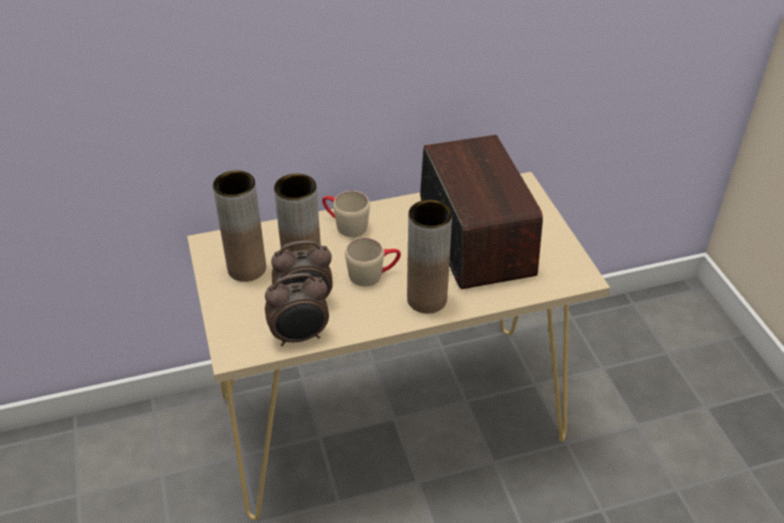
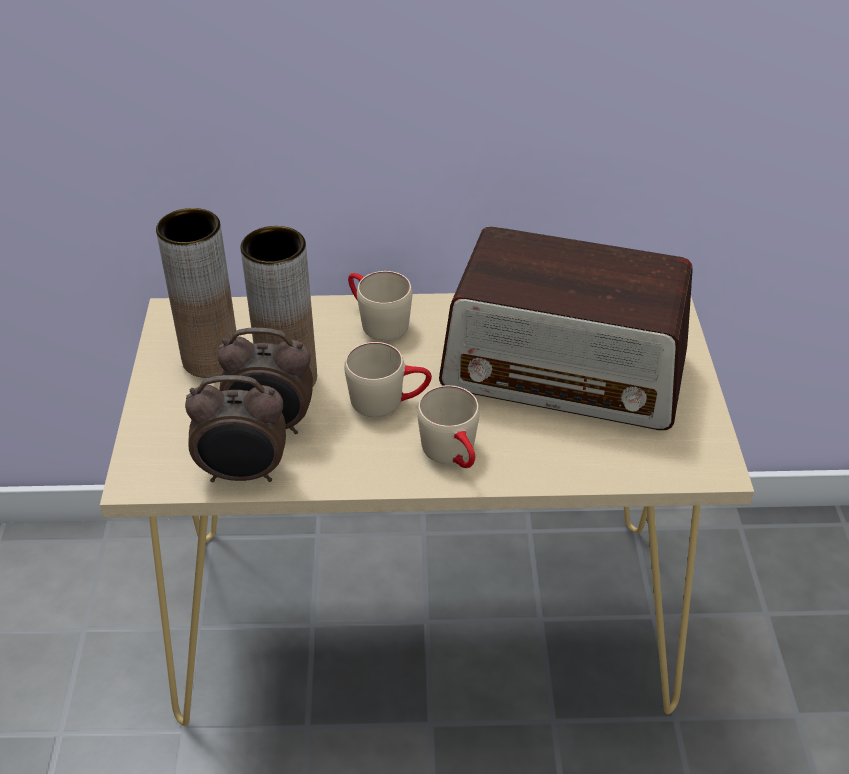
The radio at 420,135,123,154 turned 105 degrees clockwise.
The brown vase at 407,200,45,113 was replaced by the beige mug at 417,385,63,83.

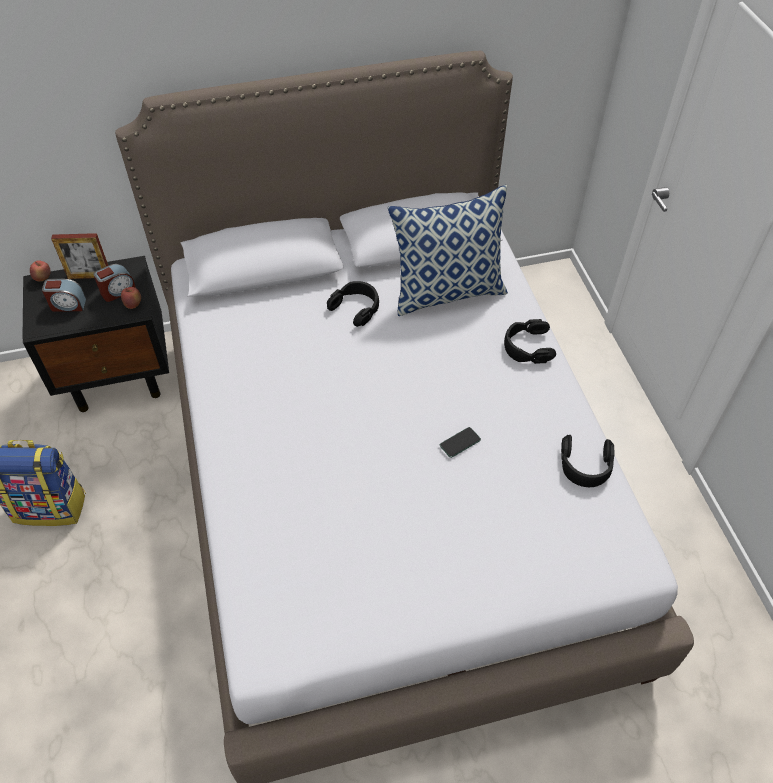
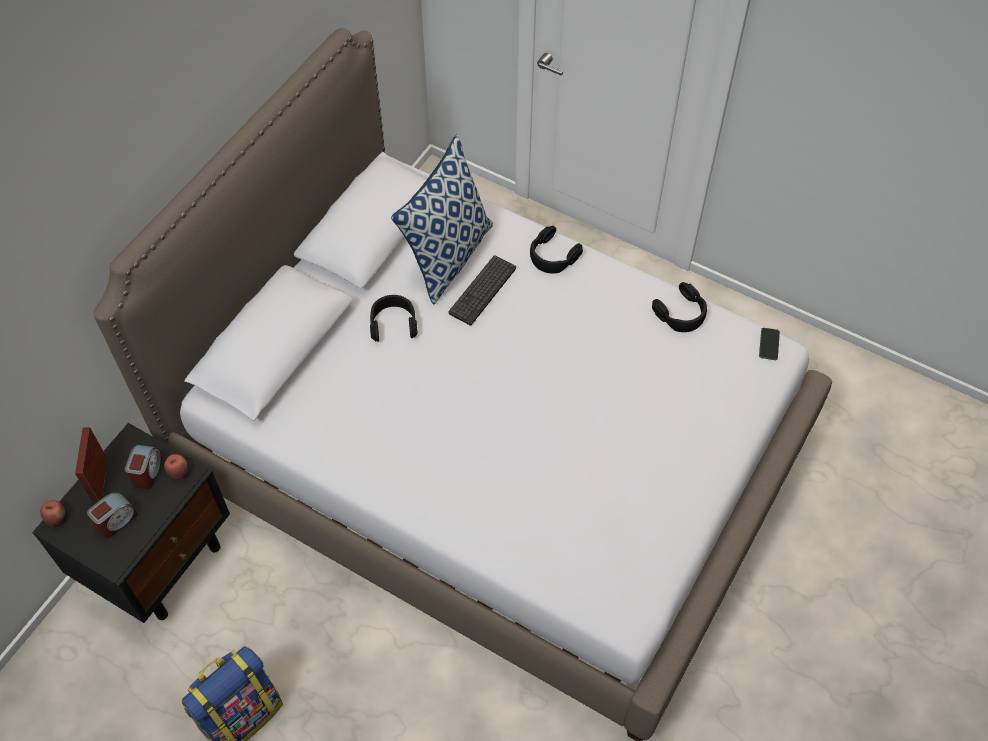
The picture frame at 51,233,57,46 turned 135 degrees clockwise.
The phone moved from 440,427,41,31 to 759,328,21,32.
The keyboard at 449,255,67,70 appeared.

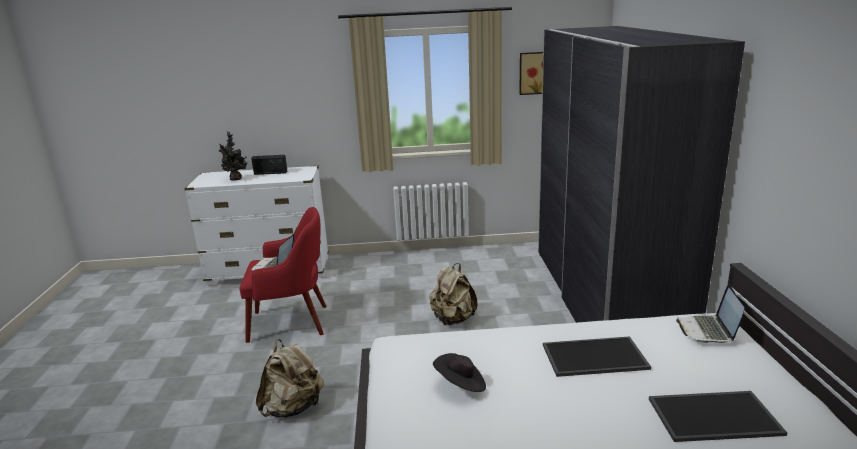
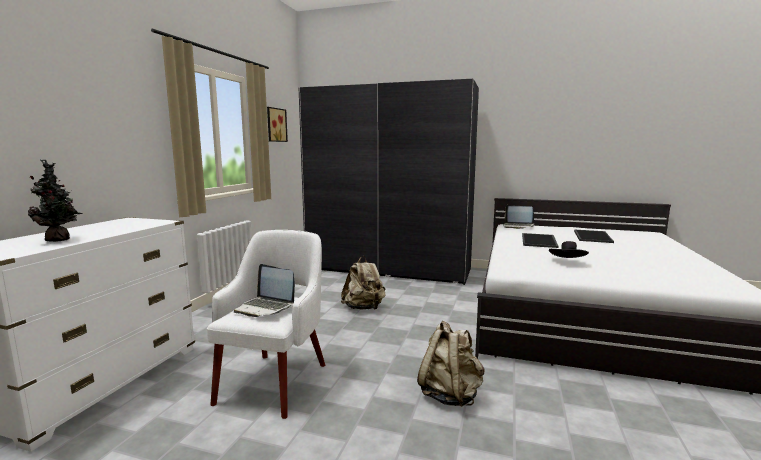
The radio at 251,155,36,20 disappeared.
The red armchair at 239,207,88,136 became the white armchair at 207,230,118,189.

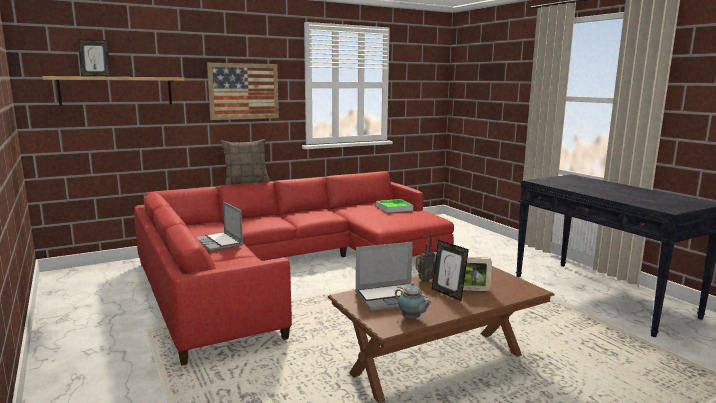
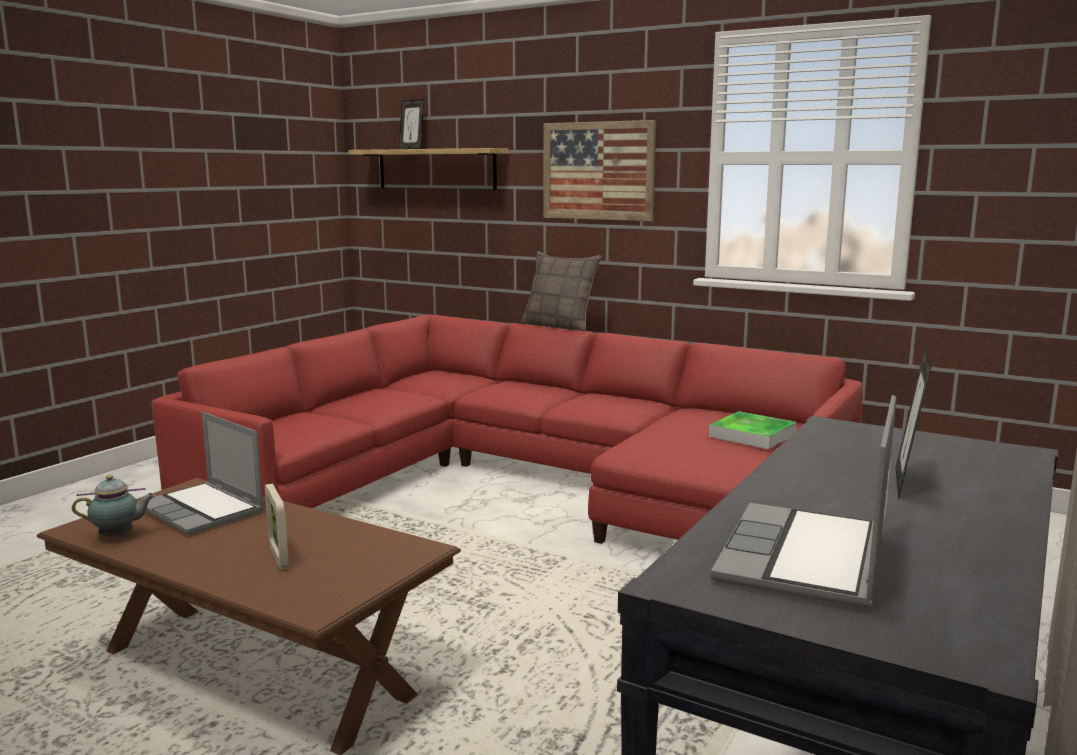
The laptop moved from 196,202,47,49 to 711,395,185,215.
The radio at 416,234,20,48 disappeared.
The picture frame moved from 432,240,37,61 to 896,348,35,151.
The teapot at 395,282,37,37 turned 120 degrees counterclockwise.

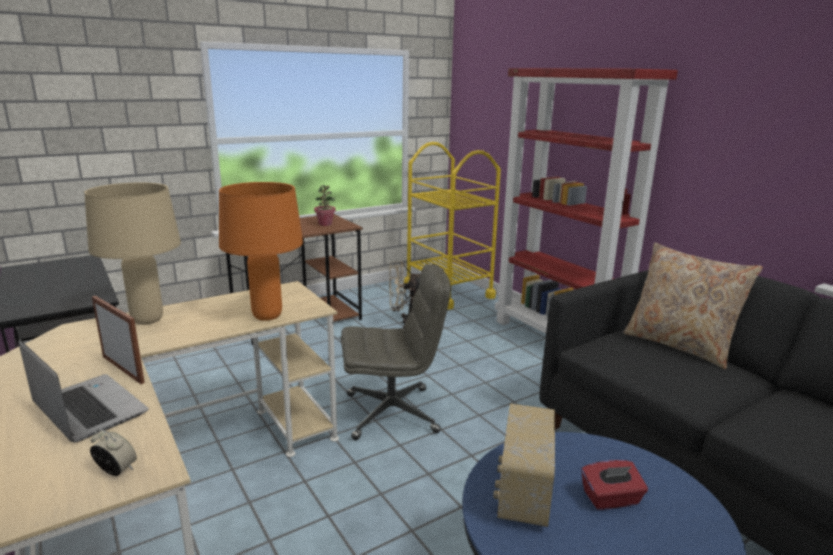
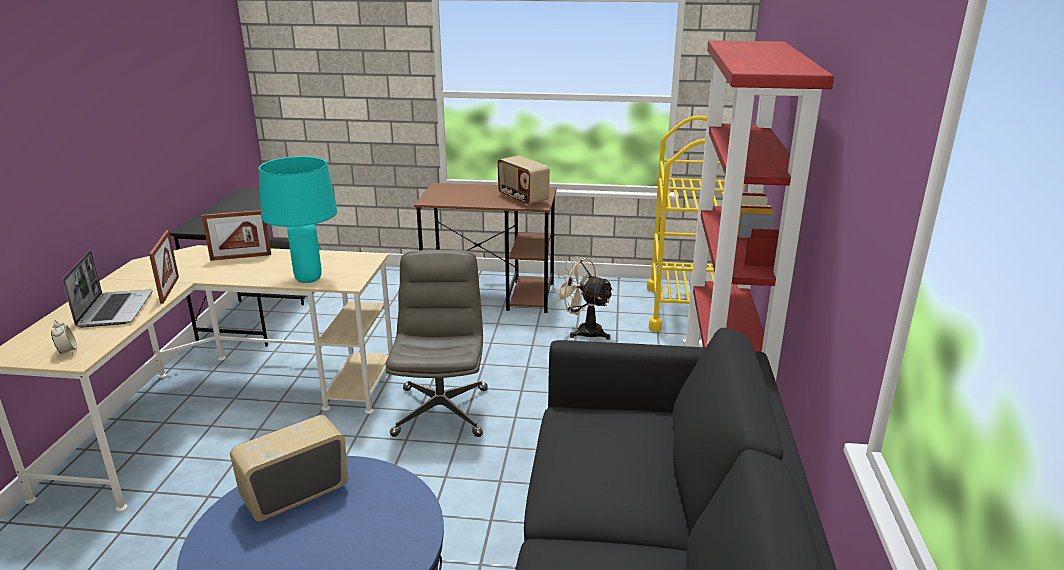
The orange table lamp at 219,182,84,139 became the turquoise table lamp at 259,156,78,127.
The beige table lamp at 84,183,97,142 was replaced by the picture frame at 202,210,69,51.
The potted plant at 314,185,22,41 was replaced by the radio at 497,156,53,49.
The beige pillow at 623,243,140,126 disappeared.
The grey office chair at 341,264,110,176 turned 120 degrees counterclockwise.
The red tissue box at 581,460,67,50 disappeared.

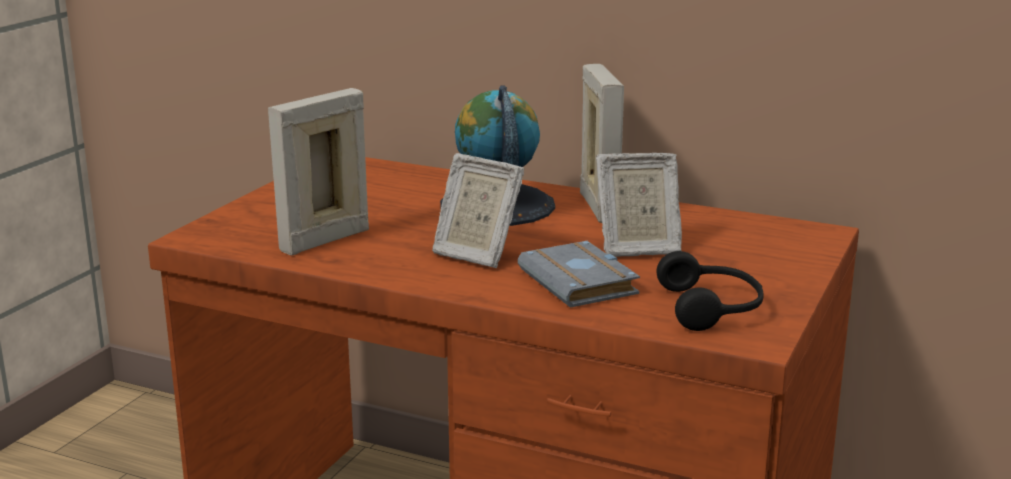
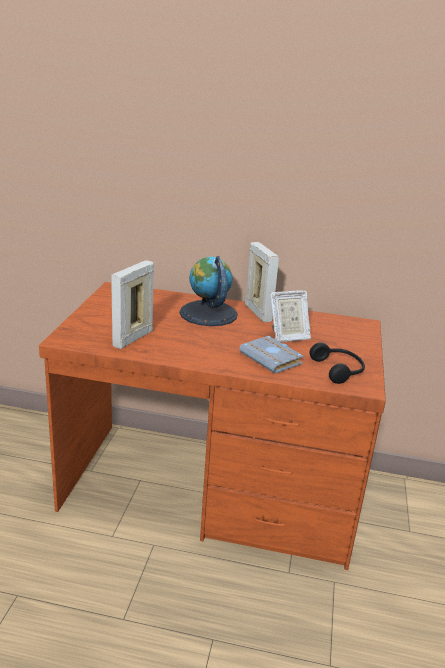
The picture frame at 432,153,93,115 disappeared.

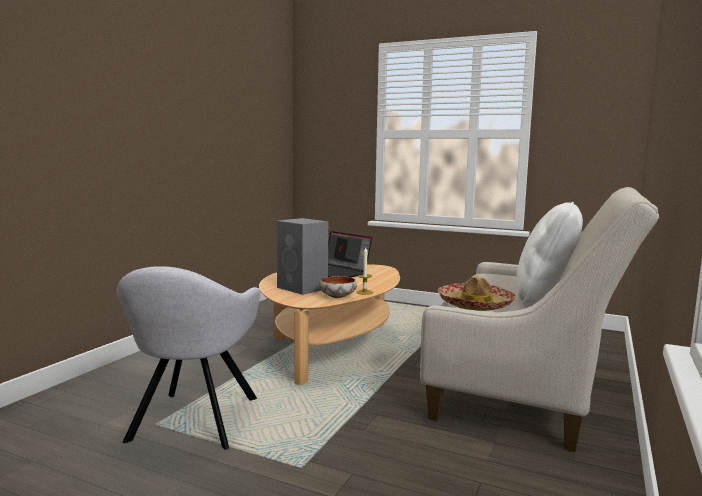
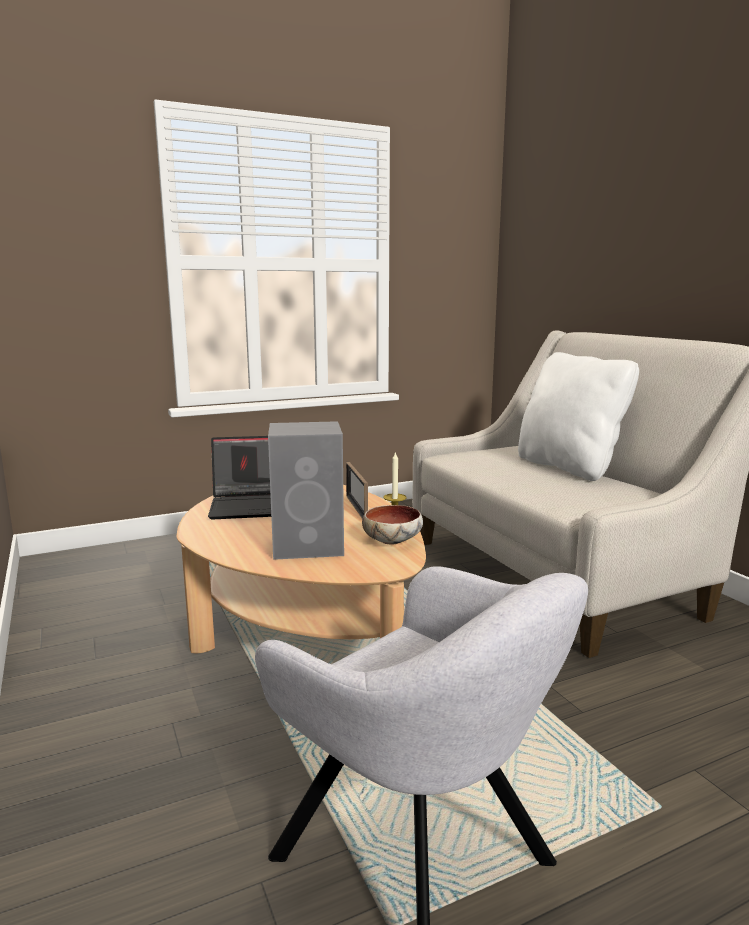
The hat at 438,276,78,35 disappeared.
The picture frame at 346,462,22,57 appeared.

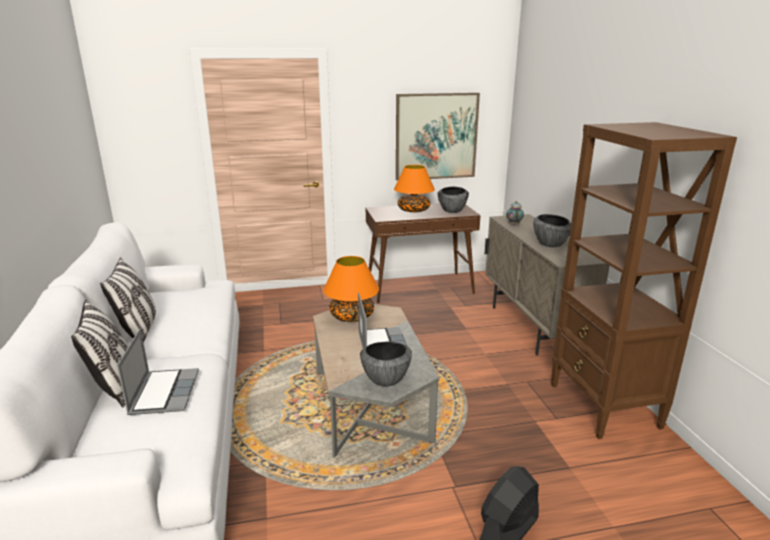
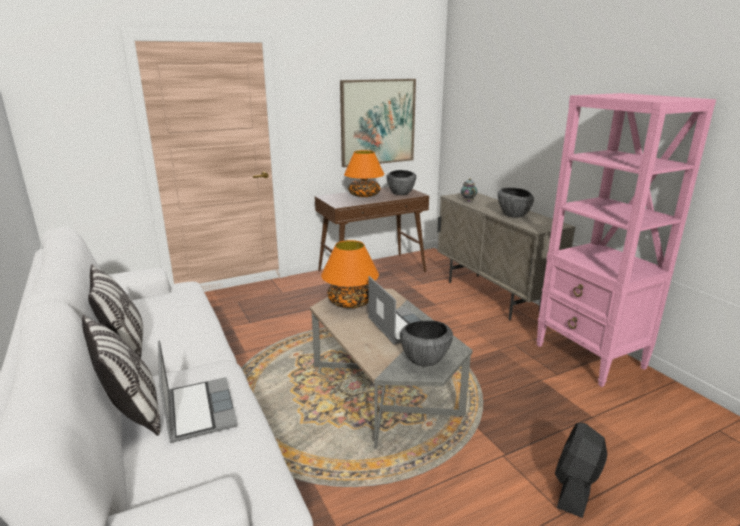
The brown bookcase at 551,122,186,317 became the pink bookcase at 536,93,180,294.

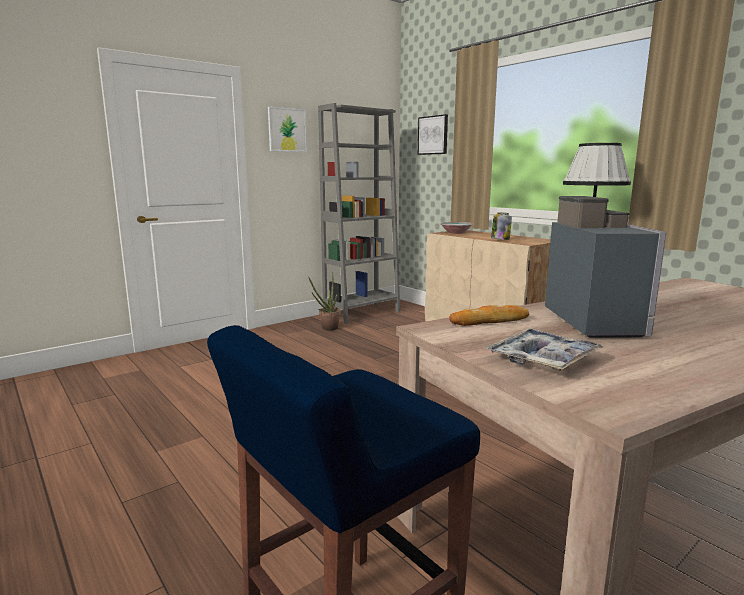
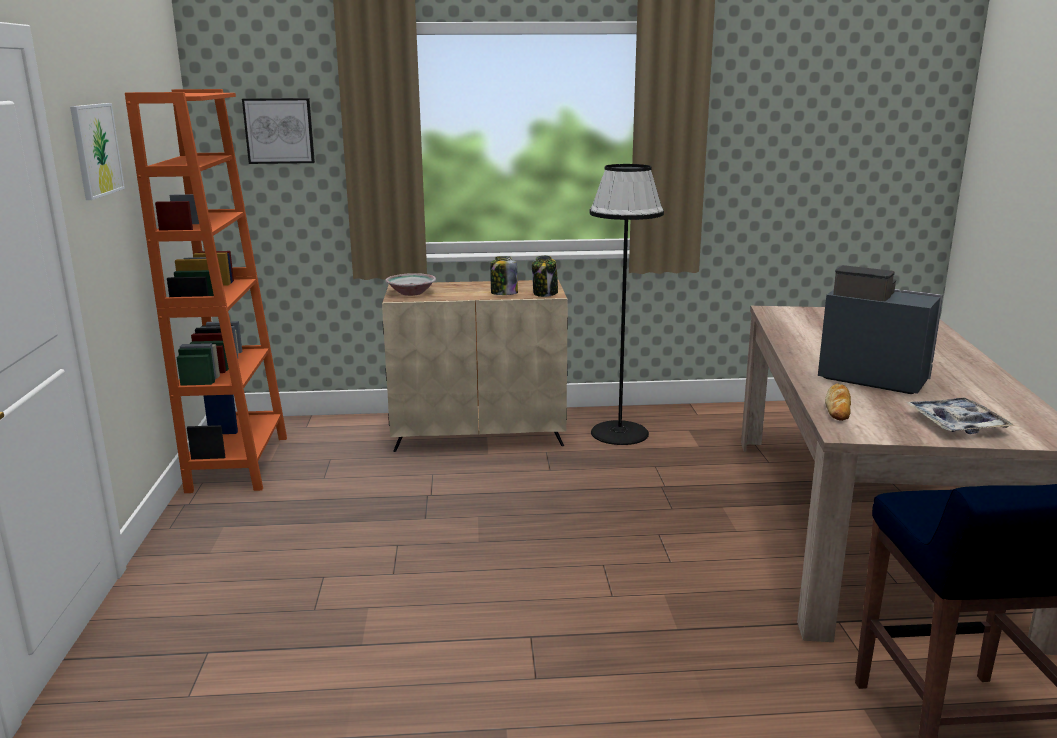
The grey bookcase at 318,103,82,221 became the orange bookcase at 125,89,162,404.
The potted plant at 309,275,32,56 disappeared.
The jar at 532,255,26,42 appeared.

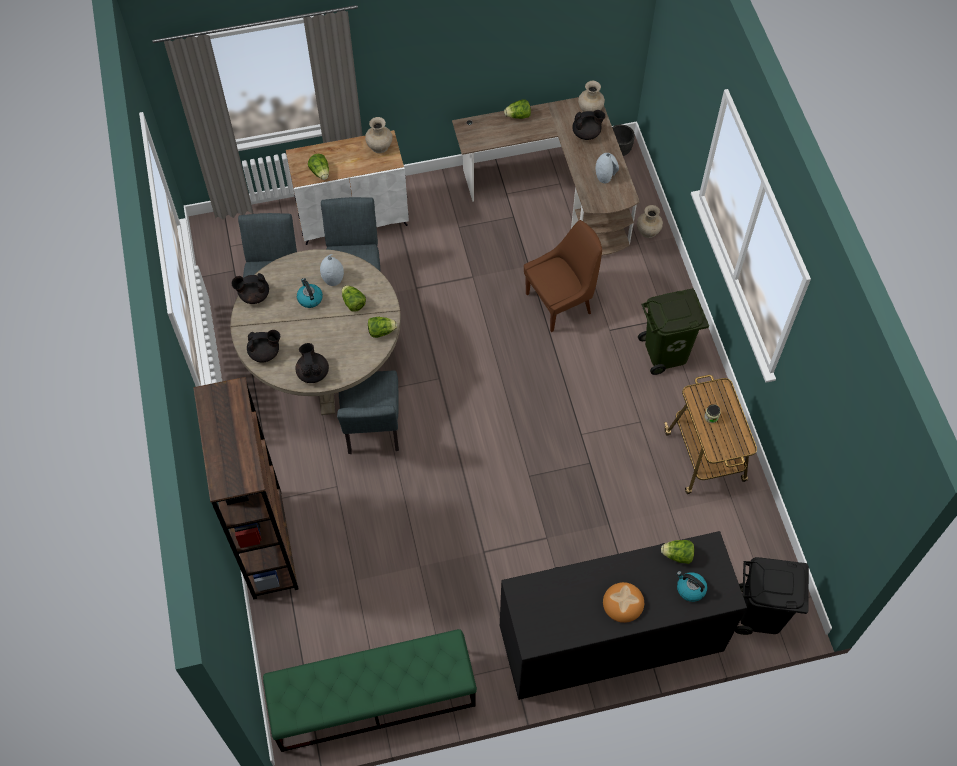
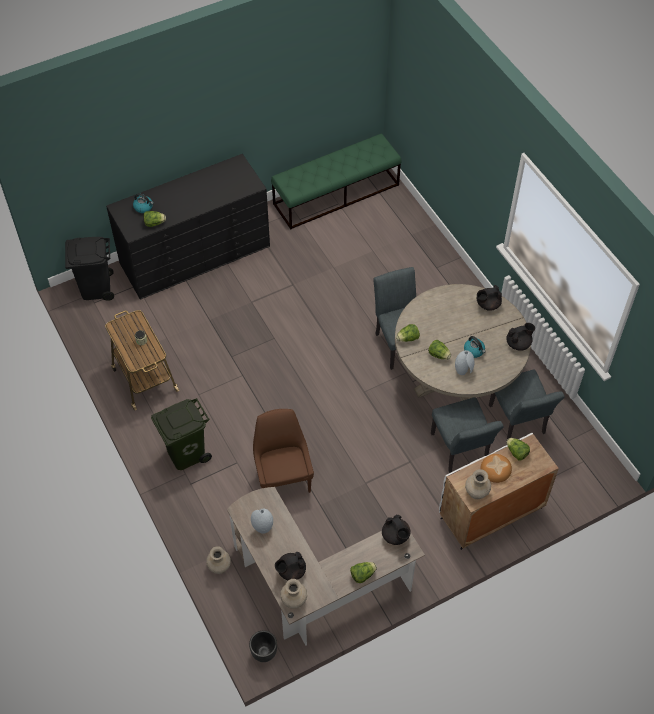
The brown chair at 524,220,78,112 turned 120 degrees clockwise.
The black teapot moved from 296,343,33,40 to 382,515,29,30.
The brown bookcase at 193,377,106,223 disappeared.
The bread moved from 603,582,41,41 to 481,454,31,29.

